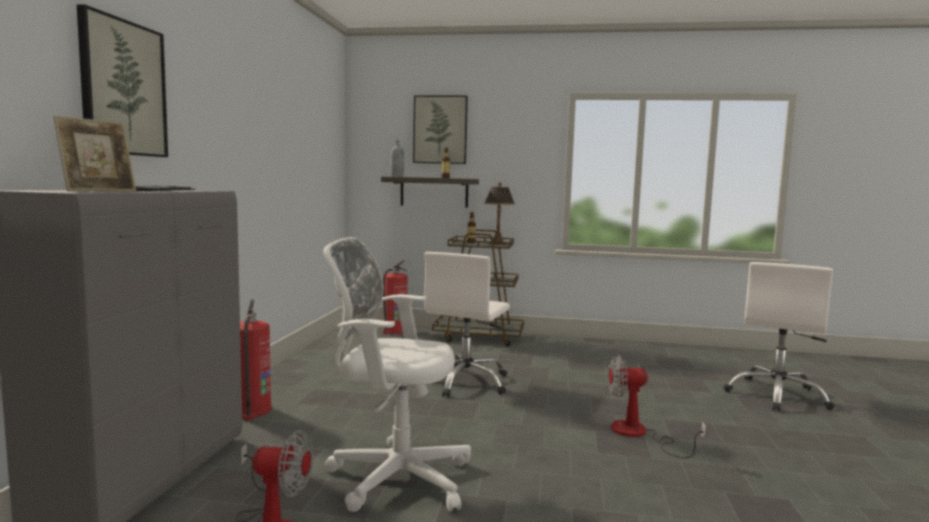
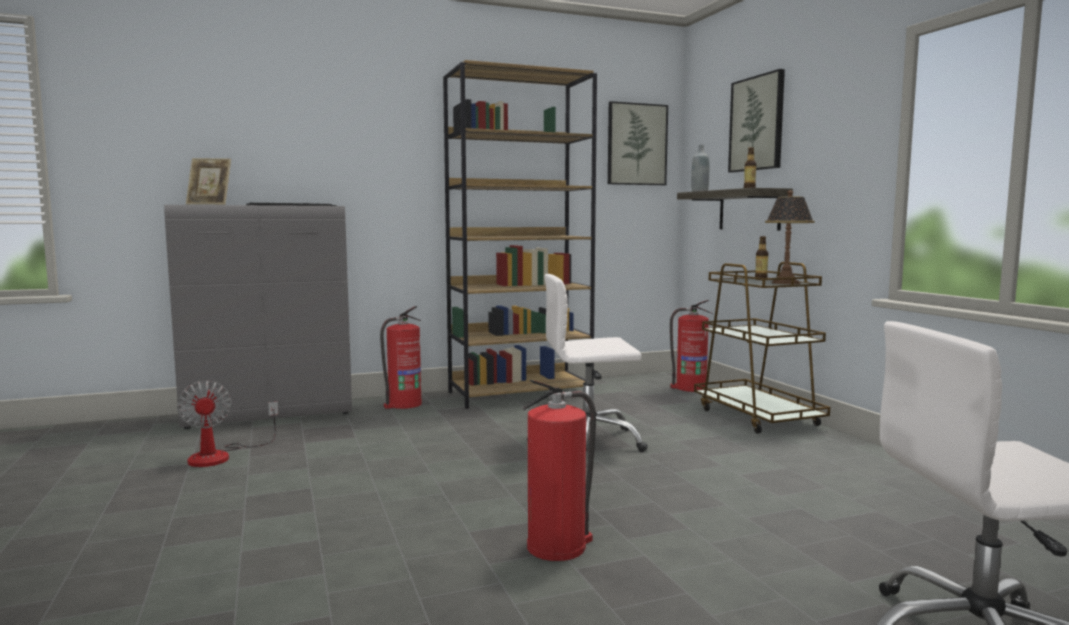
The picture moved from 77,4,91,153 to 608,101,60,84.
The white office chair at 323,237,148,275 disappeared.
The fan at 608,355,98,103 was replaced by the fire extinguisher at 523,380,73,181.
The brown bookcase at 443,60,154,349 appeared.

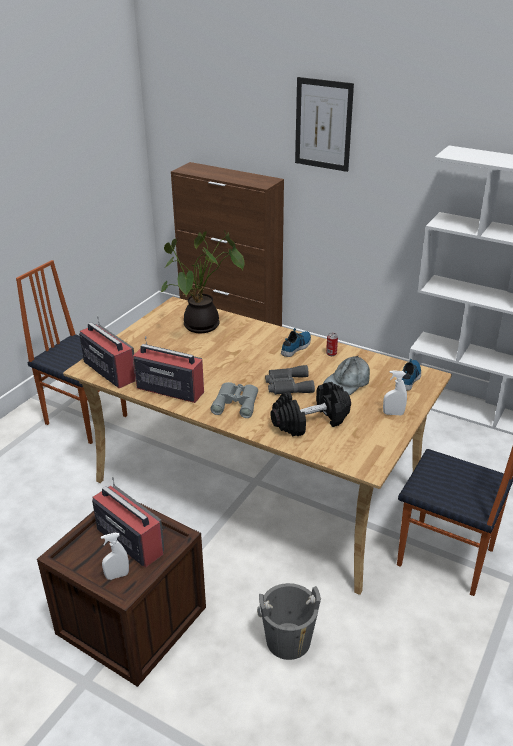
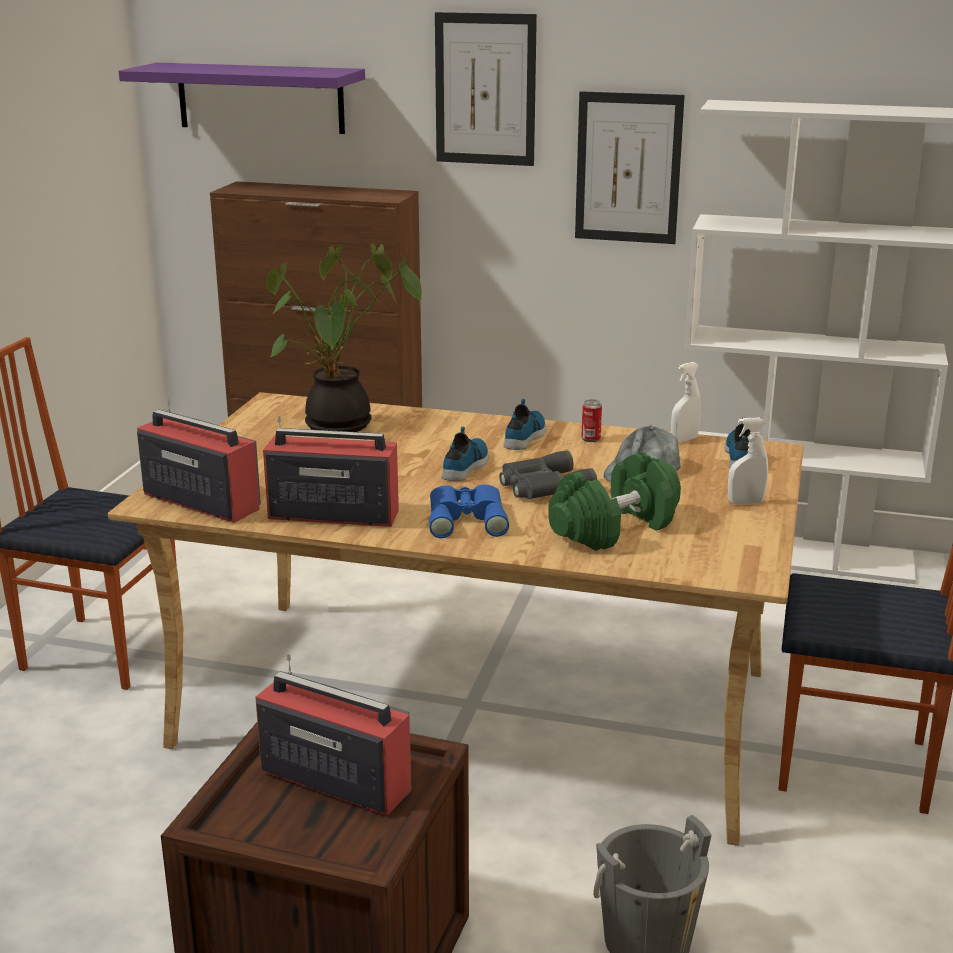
The grey binoculars at 211,382,47,36 became the blue binoculars at 429,484,80,54.
The black dumbbell at 270,382,81,54 became the green dumbbell at 548,452,133,99.
The white spray bottle moved from 101,533,28,47 to 671,362,30,81.
The purple shelf at 119,63,246,71 appeared.
The picture at 575,91,110,153 appeared.
The shoe at 441,427,47,54 appeared.

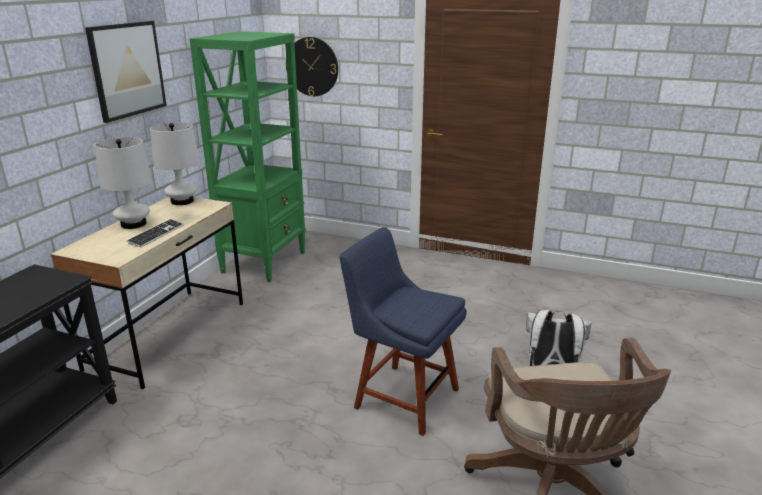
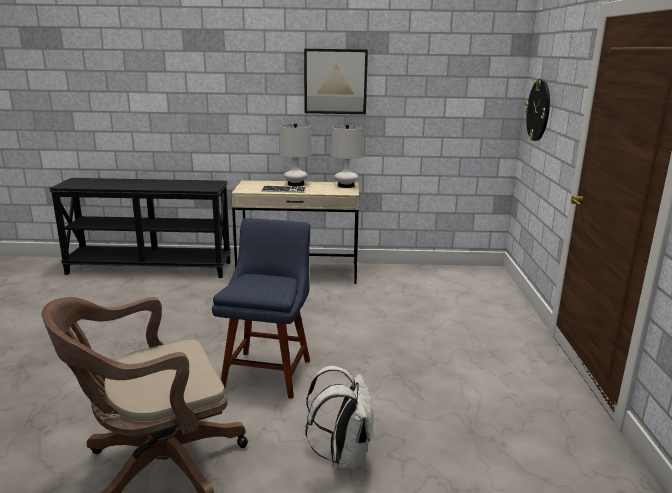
The green bookcase at 189,31,117,251 disappeared.

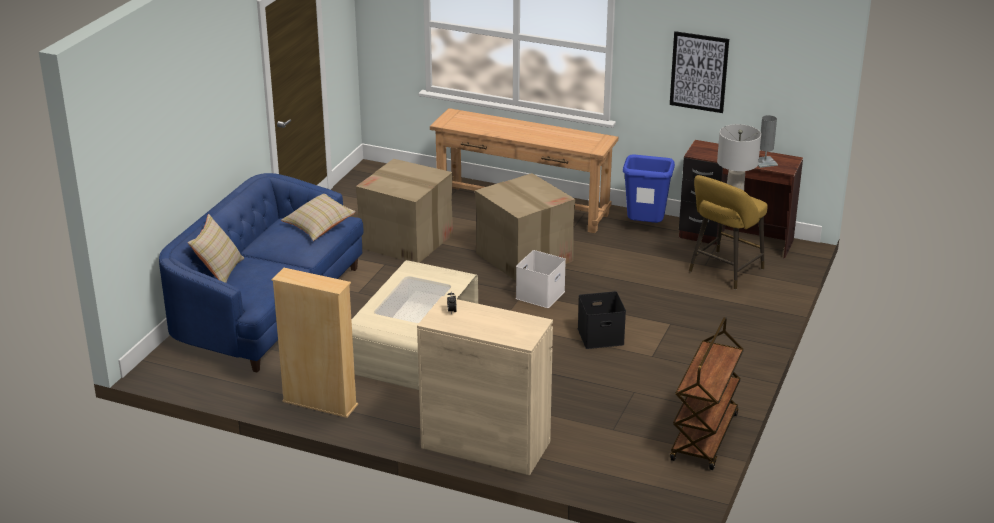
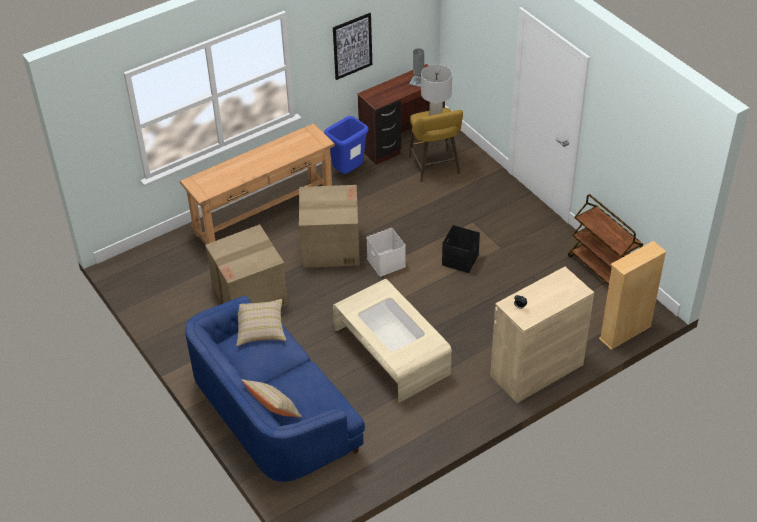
The beige bookcase moved from 272,268,86,150 to 599,241,68,109.

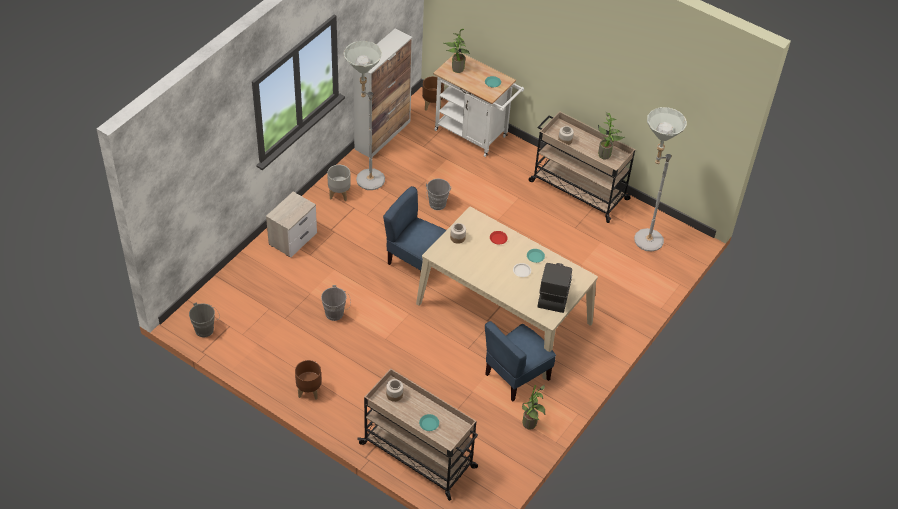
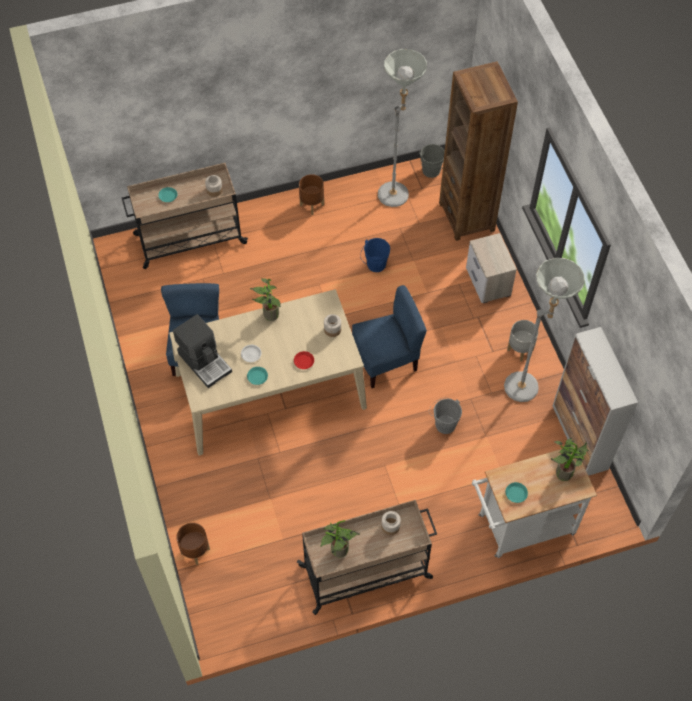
The brown planter moved from 422,76,22,35 to 176,523,34,42.
The grey floor lamp moved from 634,107,53,144 to 378,49,49,158.
The grey bucket at 321,285,30,36 became the blue bucket at 360,238,30,34.
The potted plant moved from 522,384,24,46 to 250,278,31,43.
The brown bookcase at 439,61,79,180 appeared.

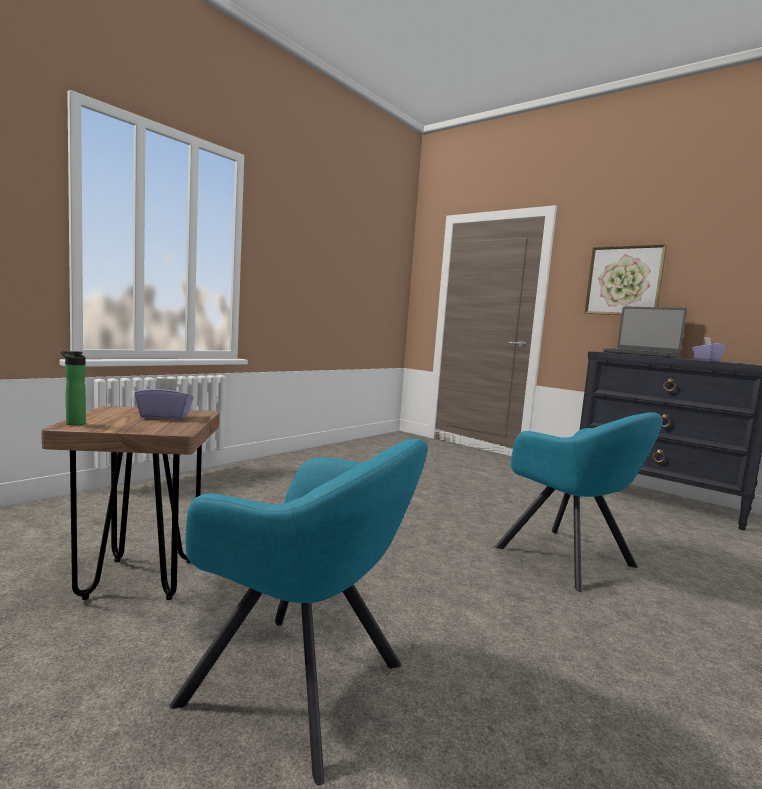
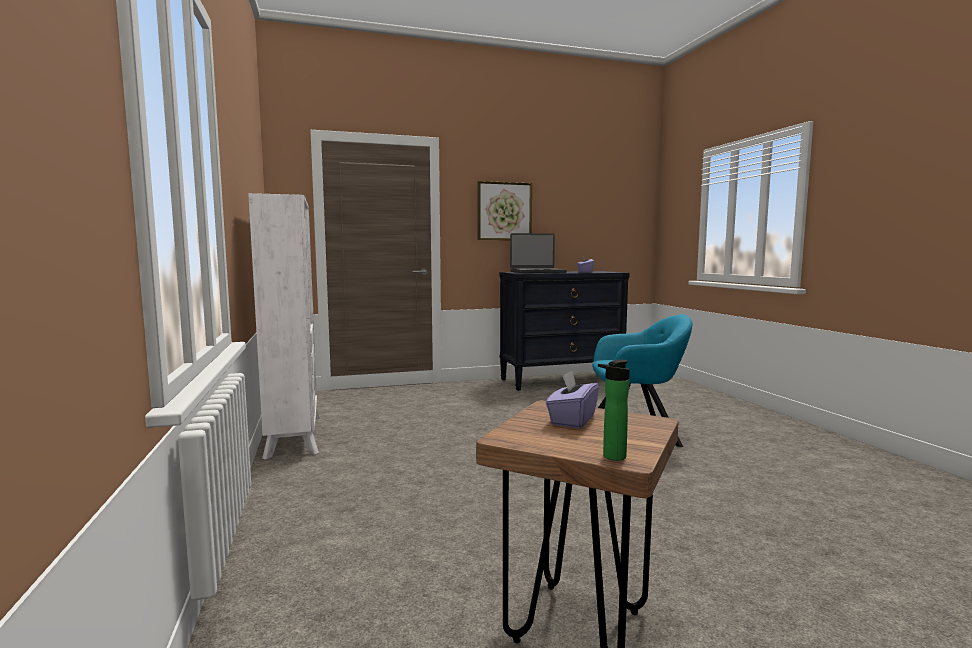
The turquoise armchair at 169,439,259,346 disappeared.
The white bookcase at 248,193,72,267 appeared.

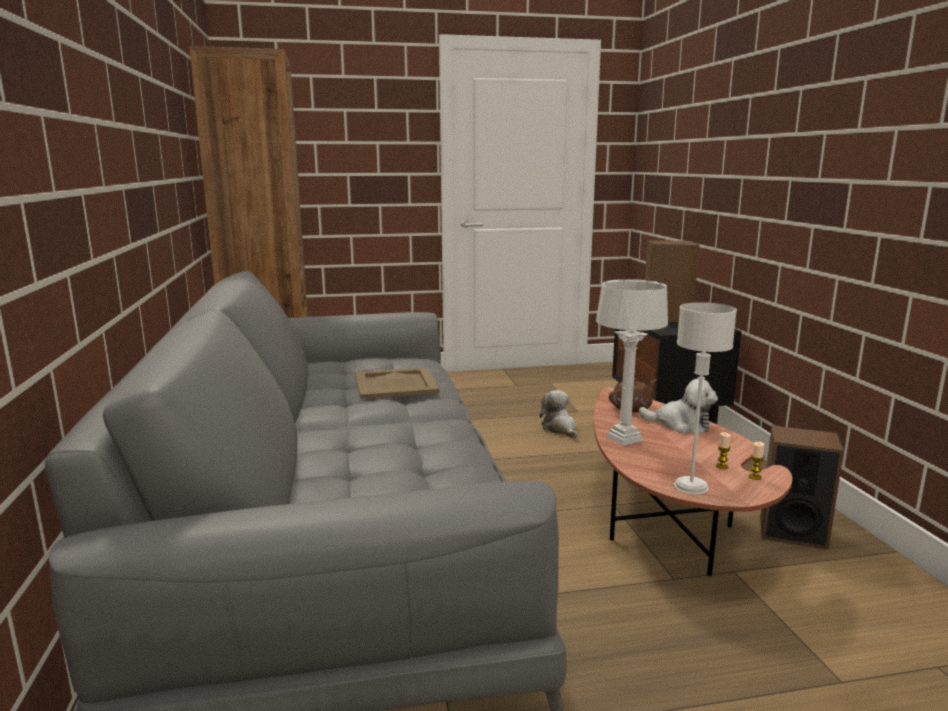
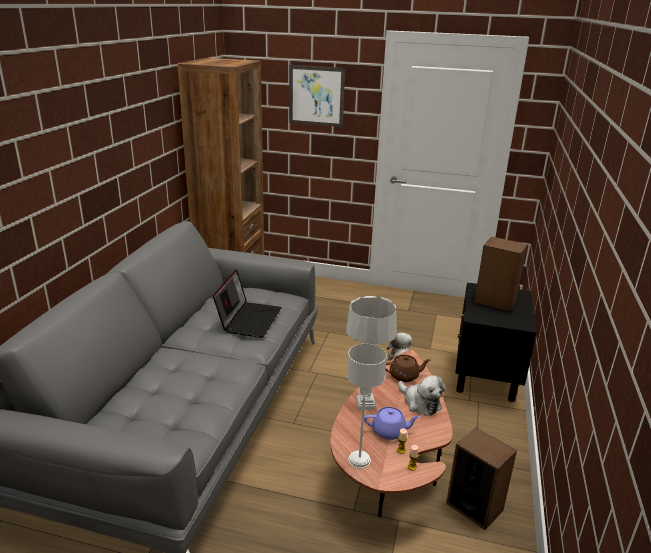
The beige tray at 355,367,85,32 was replaced by the laptop at 213,269,69,69.
The picture at 289,65,56,62 appeared.
The purple teapot at 364,407,56,33 appeared.

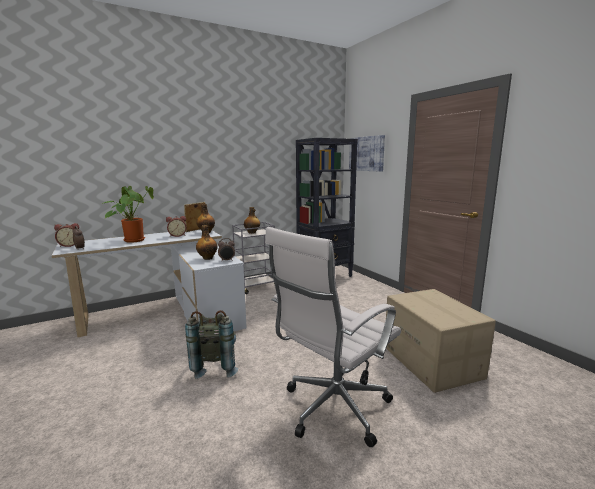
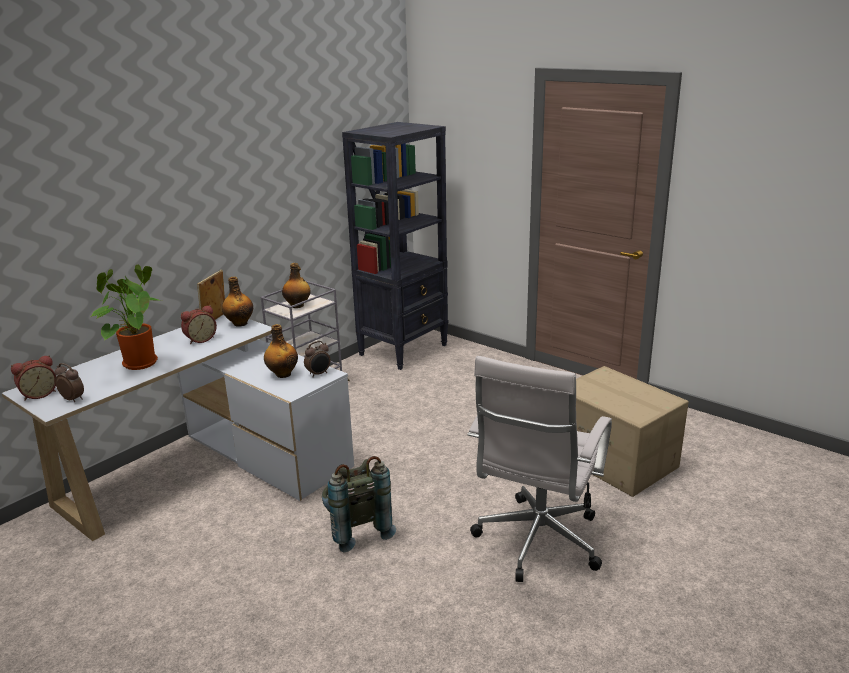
The picture at 349,135,36,36 disappeared.

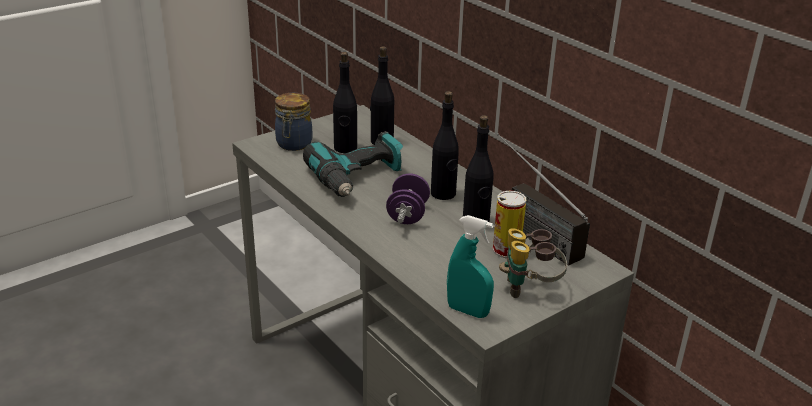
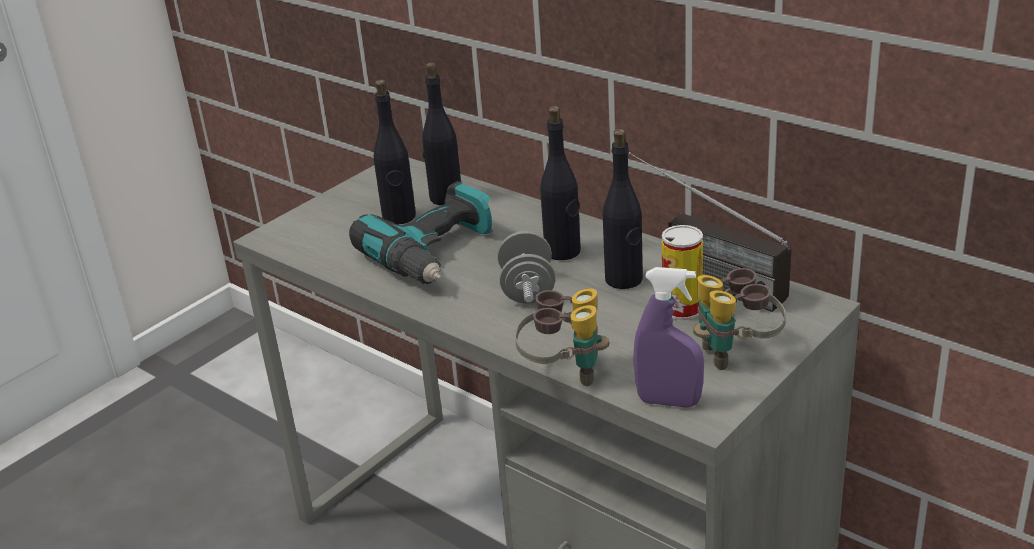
The jar at 275,93,37,58 disappeared.
The purple dumbbell at 386,173,44,51 became the grey dumbbell at 497,231,59,73.
The turquoise spray bottle at 447,215,47,103 became the purple spray bottle at 634,267,70,141.
The binoculars at 515,288,94,98 appeared.

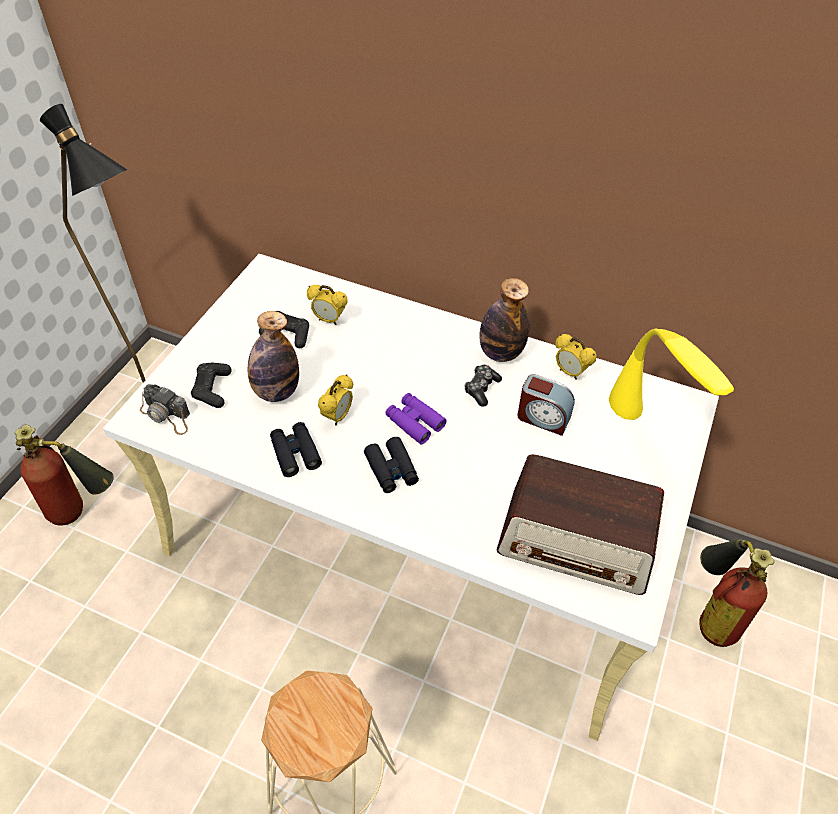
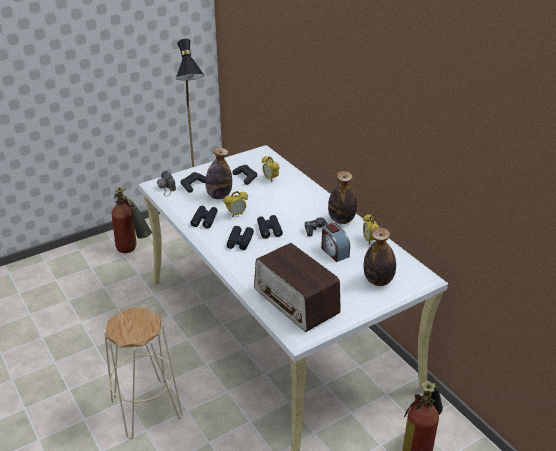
The yellow table lamp at 609,328,125,92 was replaced by the bottle at 364,228,32,58.
The purple binoculars at 385,393,62,51 became the black binoculars at 257,215,26,24.

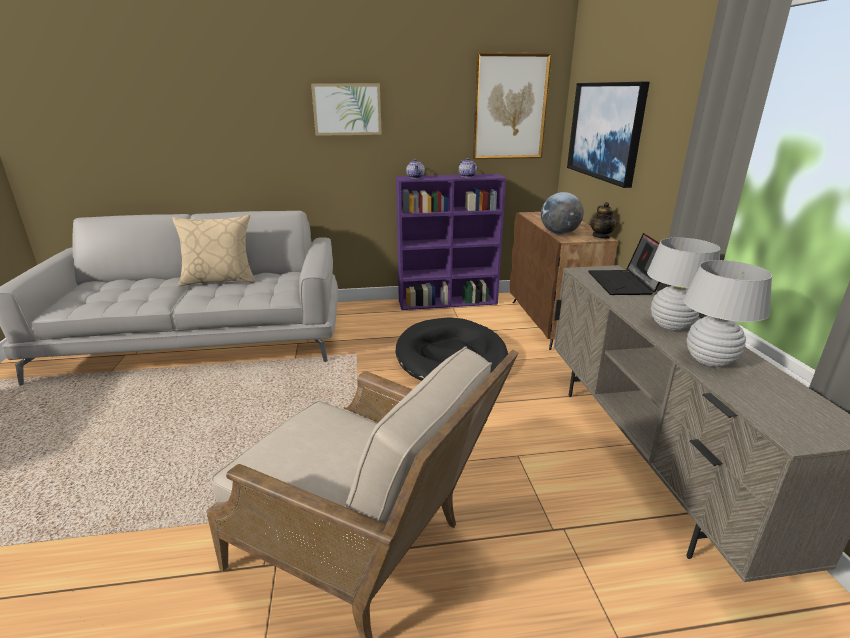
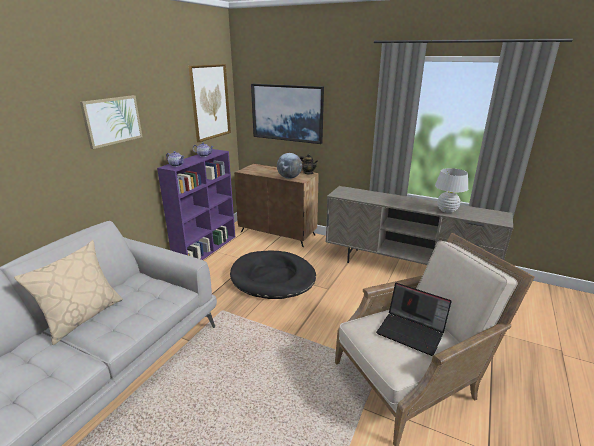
The laptop moved from 588,233,72,62 to 376,283,76,73.
The white table lamp at 647,237,73,93 disappeared.

